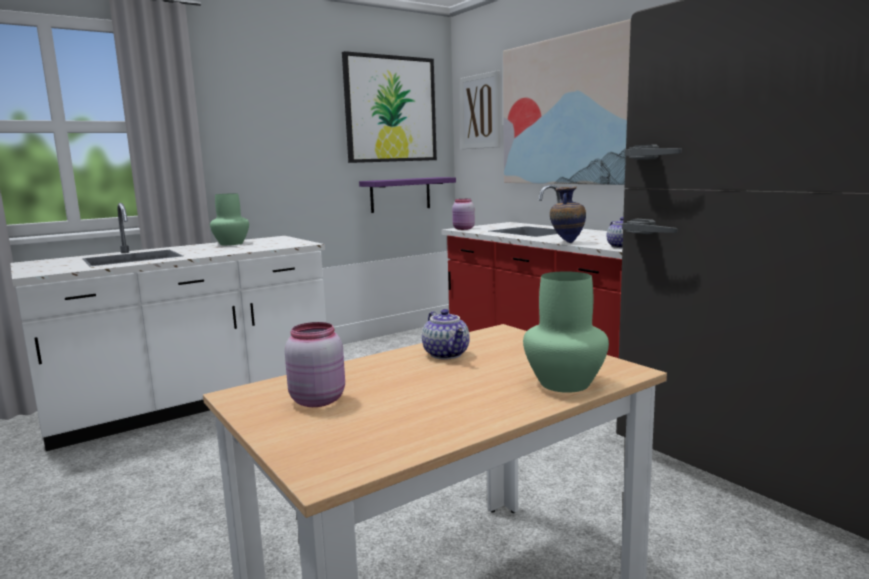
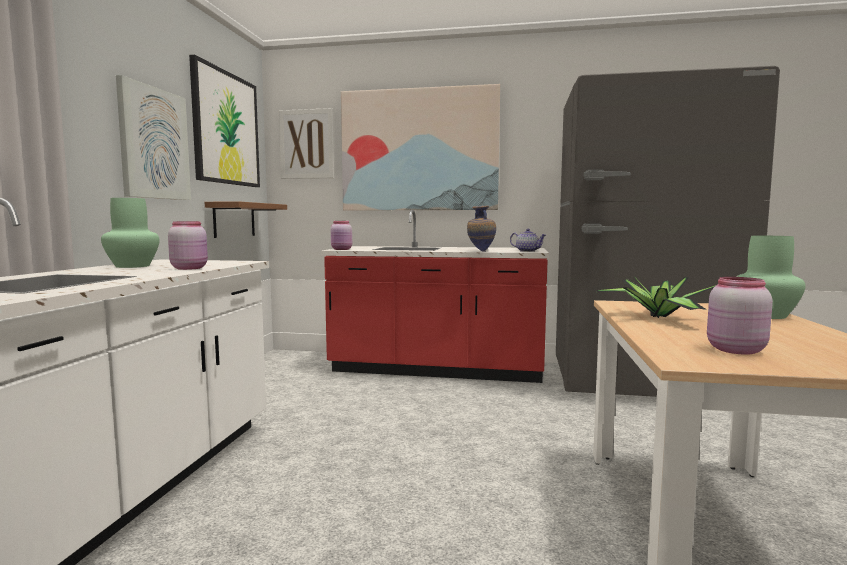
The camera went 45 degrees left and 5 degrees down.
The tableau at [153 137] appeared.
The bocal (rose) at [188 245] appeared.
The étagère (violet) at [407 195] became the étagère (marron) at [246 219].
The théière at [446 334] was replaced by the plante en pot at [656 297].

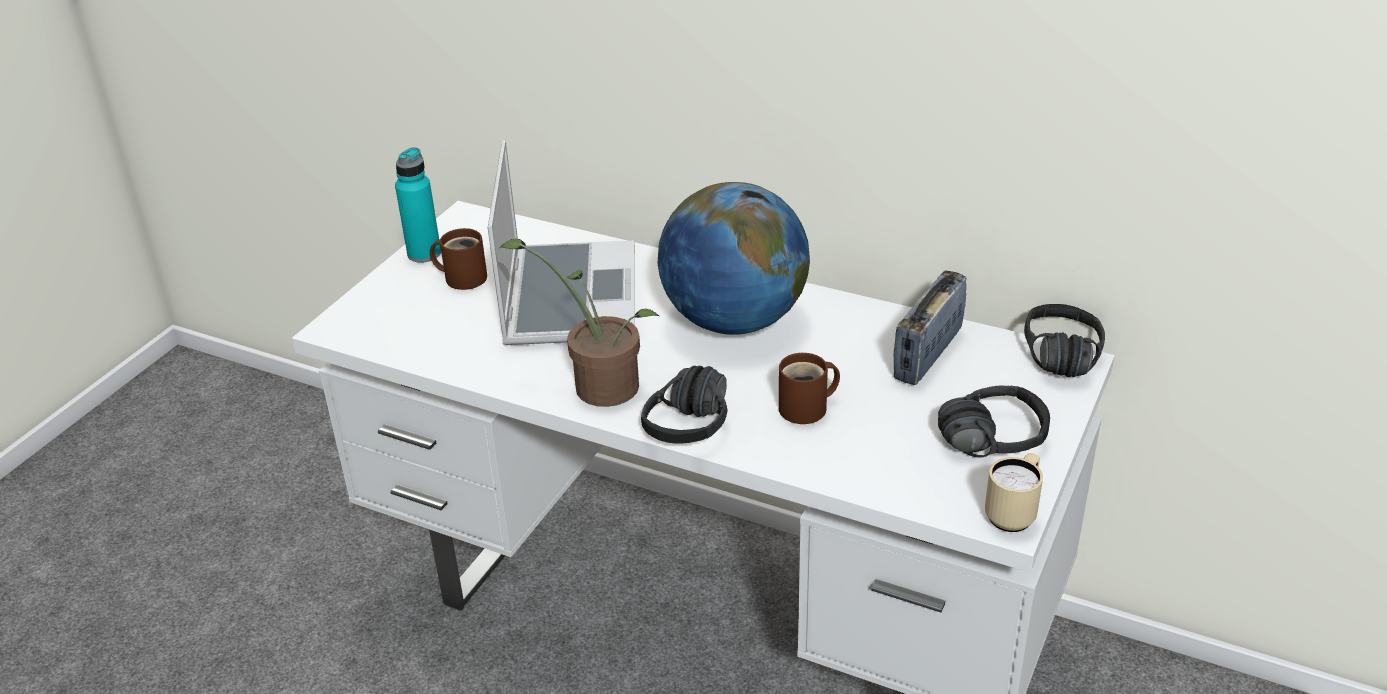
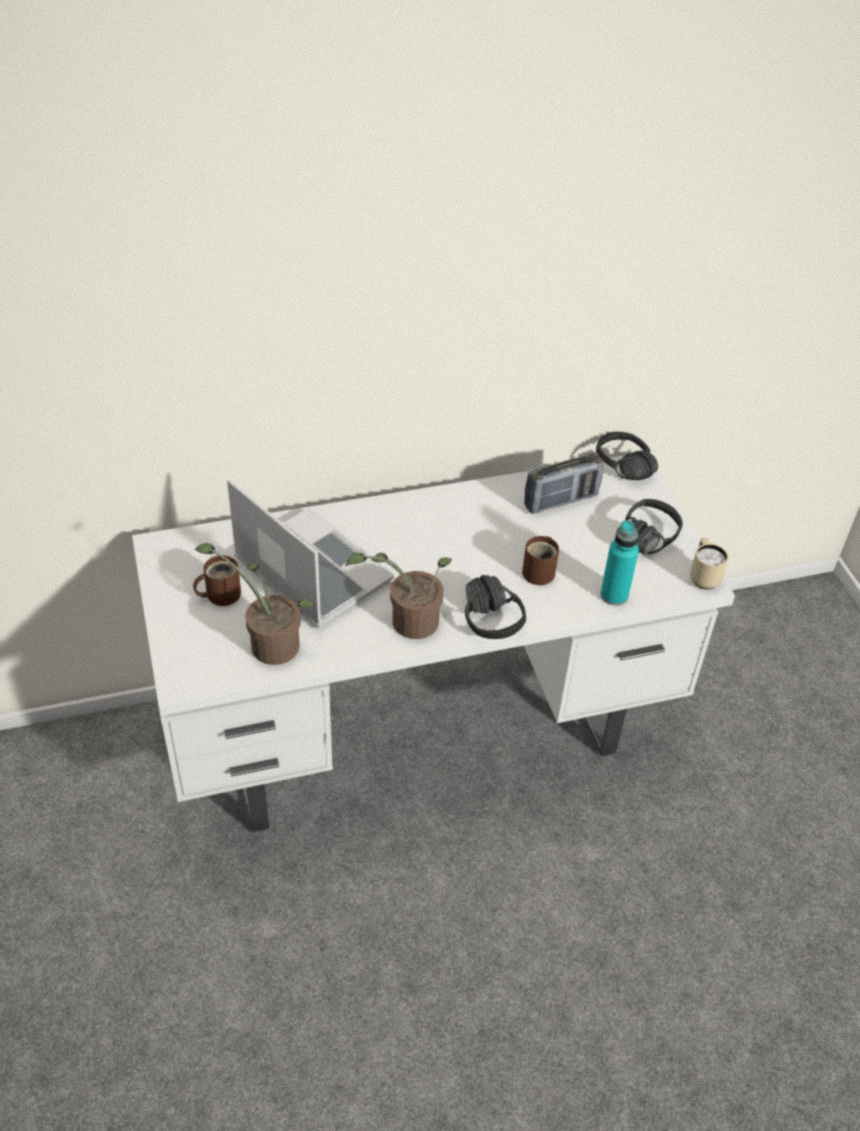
The camera went 45 degrees left and 10 degrees up.
The plante en pot at [255 604] appeared.
The radio at [930 328] turned 105 degrees counterclockwise.
The bouteille (turquoise) moved from [418 205] to [619 563].
The globe at [733 258] disappeared.

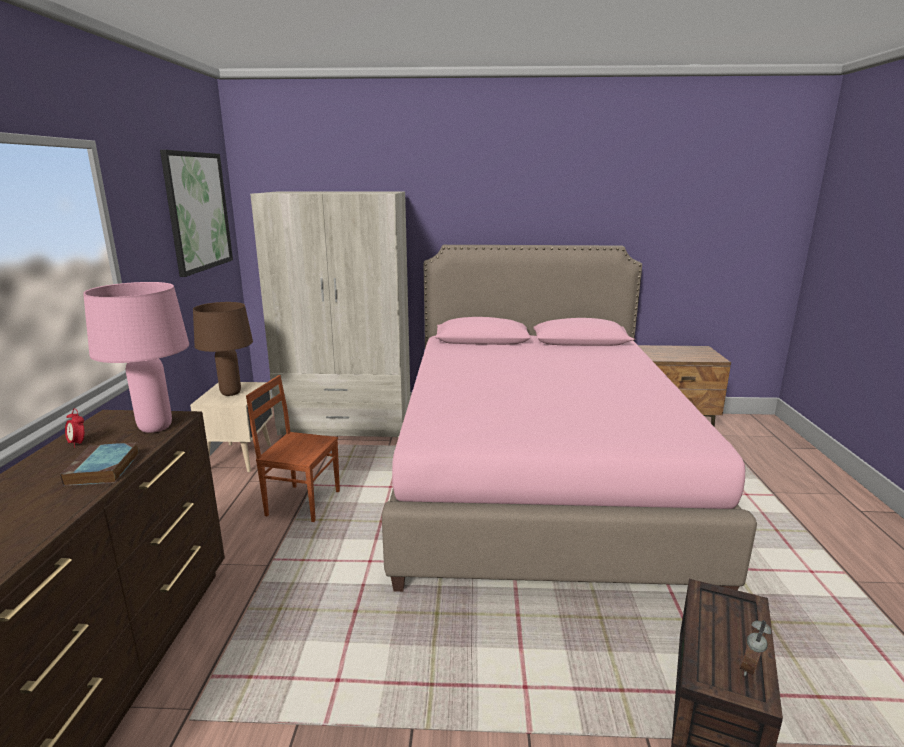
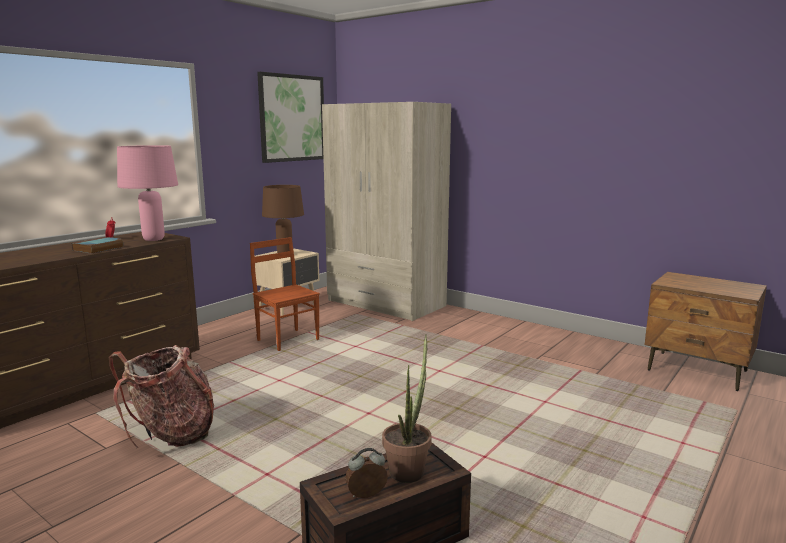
The camera went 35 degrees right and 5 degrees down.
The sac à dos at [161 396] appeared.
The plante en pot at [407 408] appeared.
The lit (rose) at [569 418] disappeared.

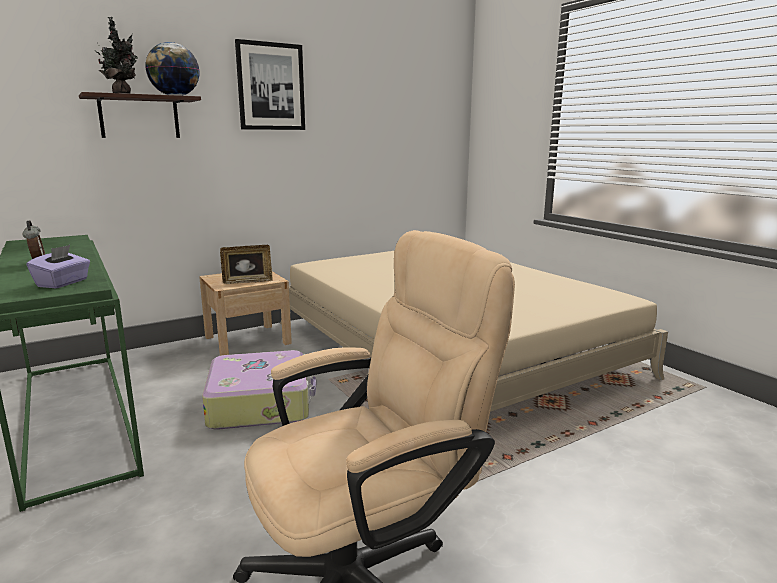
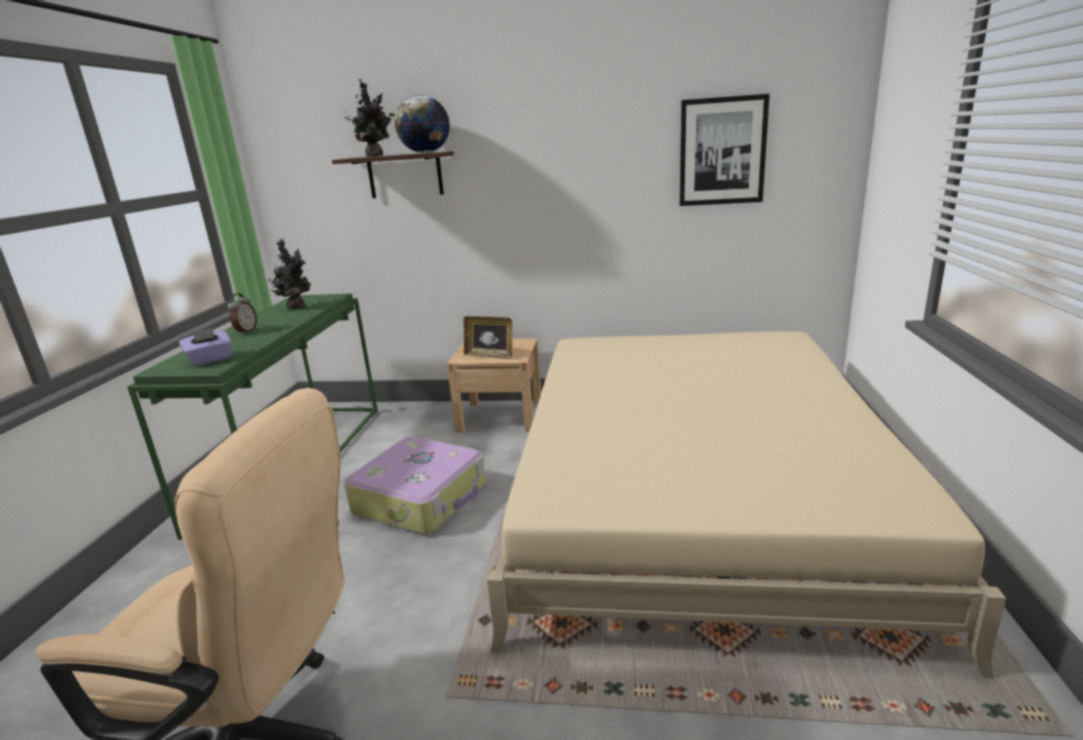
The camera went 40 degrees right and 5 degrees up.
The plante en pot at [289 274] appeared.
The tableau moved from [270 84] to [725 150].

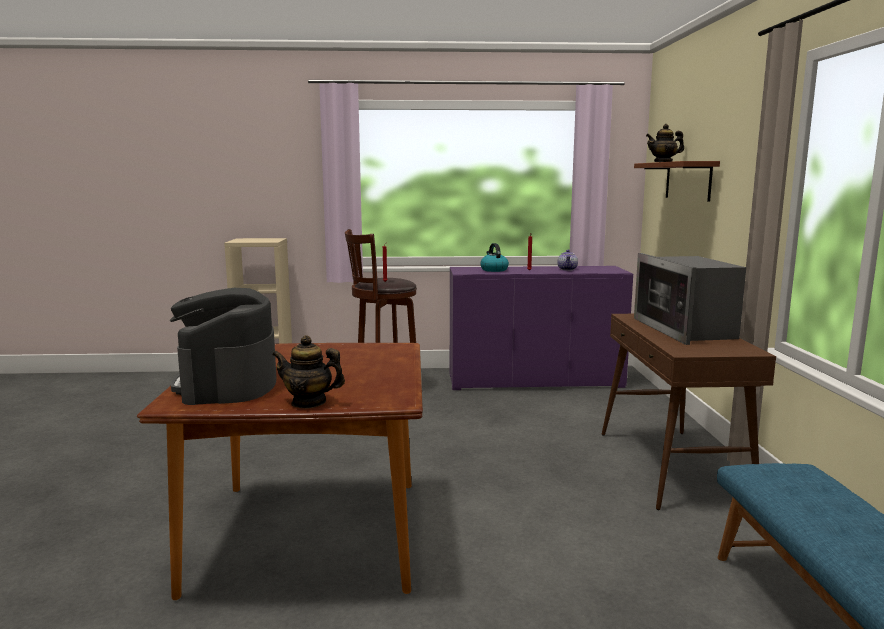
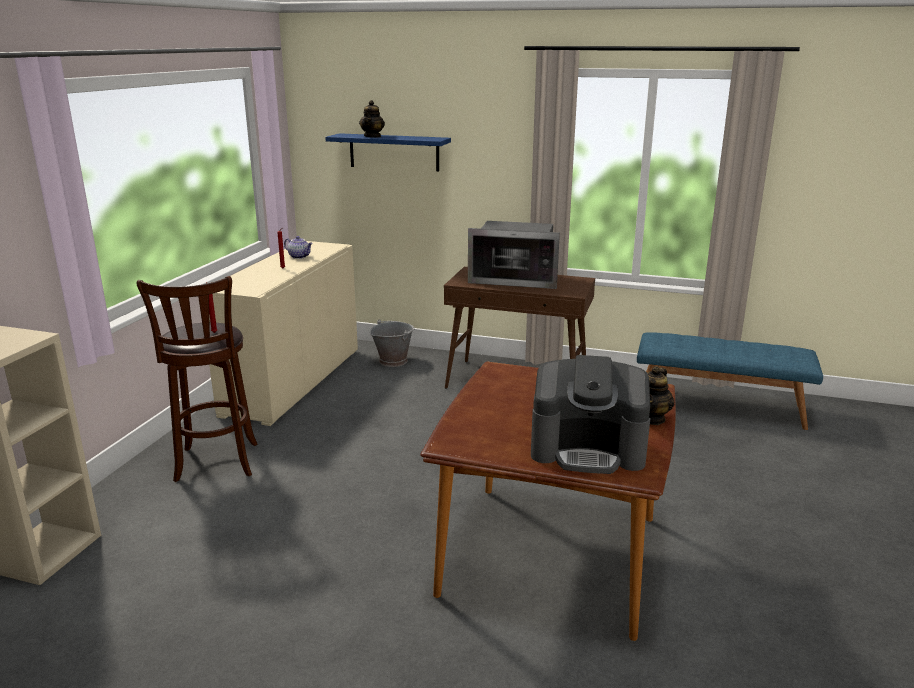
The camera went 70 degrees left and 10 degrees up.
The meuble de rangement (violet) at [541 328] became the meuble de rangement (beige) at [283 333].
The étagère (marron) at [677 181] became the étagère (bleu) at [388 152].
The seau (gris) at [392 343] appeared.
The bouilloire at [494 257] disappeared.

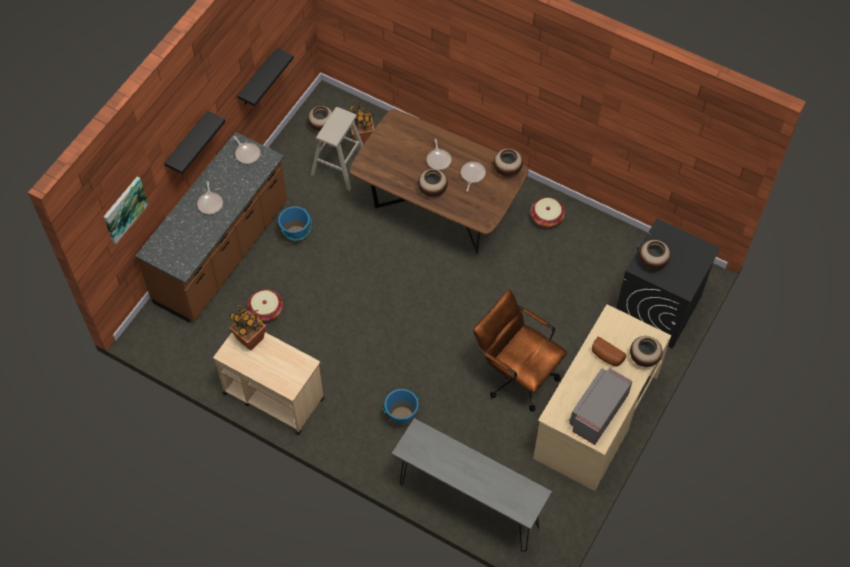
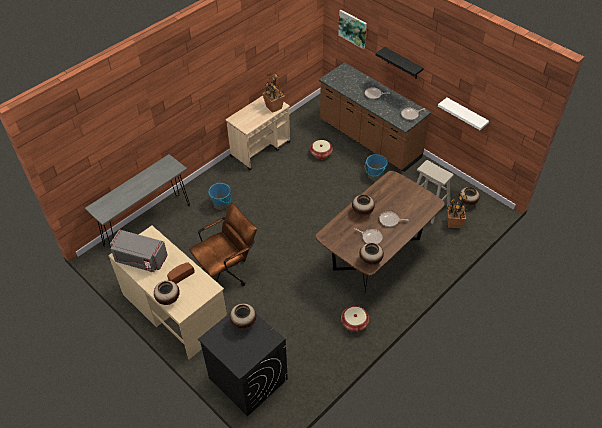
The camera went 105 degrees right and 10 degrees down.
The micro-ondes (gris) at [601 406] turned 150 degrees clockwise.
The étagère (noir) at [265 77] became the étagère (blanc) at [463 114].

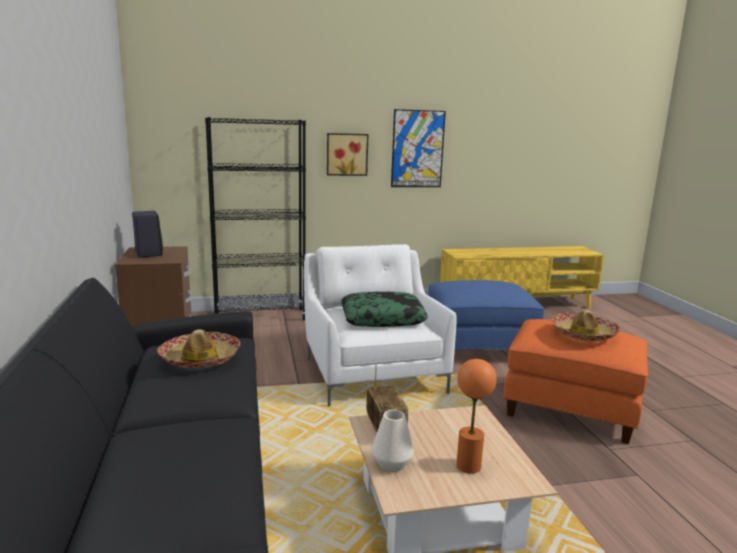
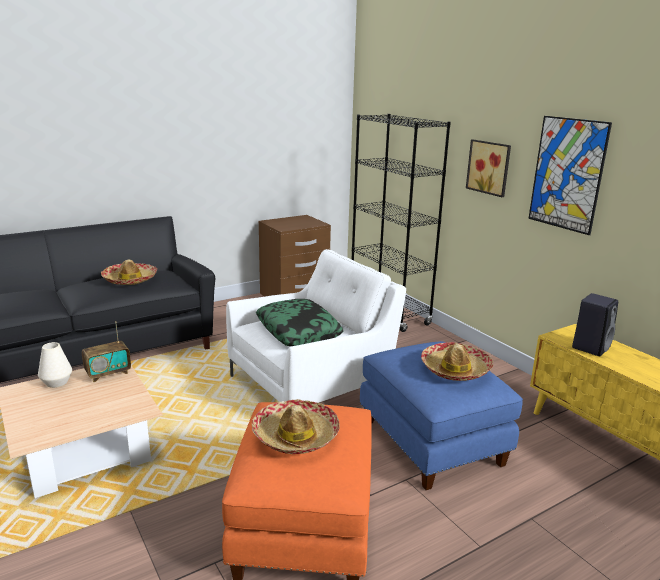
The camera went 70 degrees right and 5 degrees up.
The chapeau at [457 361] appeared.
The enceinte (noir) moved from [147 234] to [595 324].
The lampe de table (orange) at [476 416] disappeared.

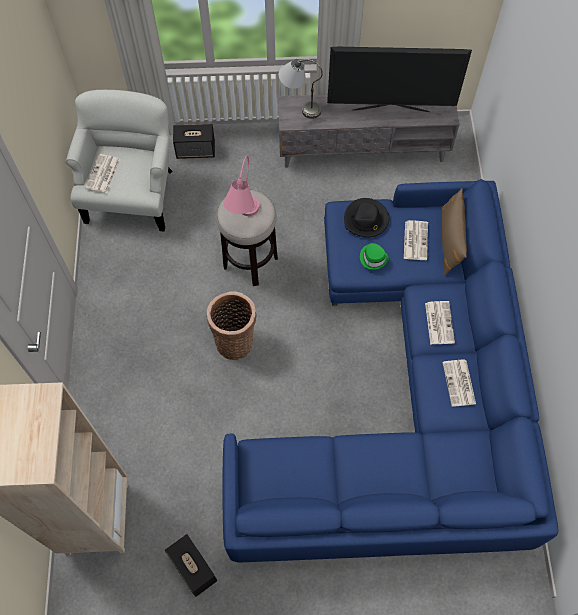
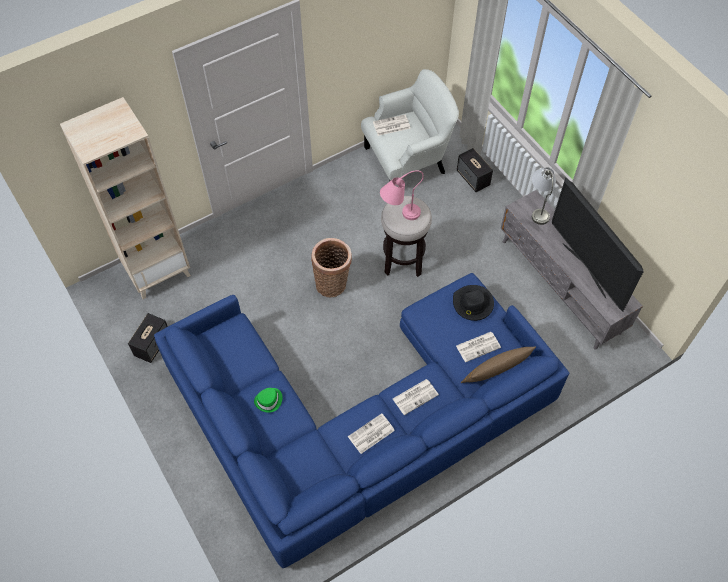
The camera went 60 degrees right and 5 degrees down.
The chapeau (vert) moved from [374 256] to [268 400].

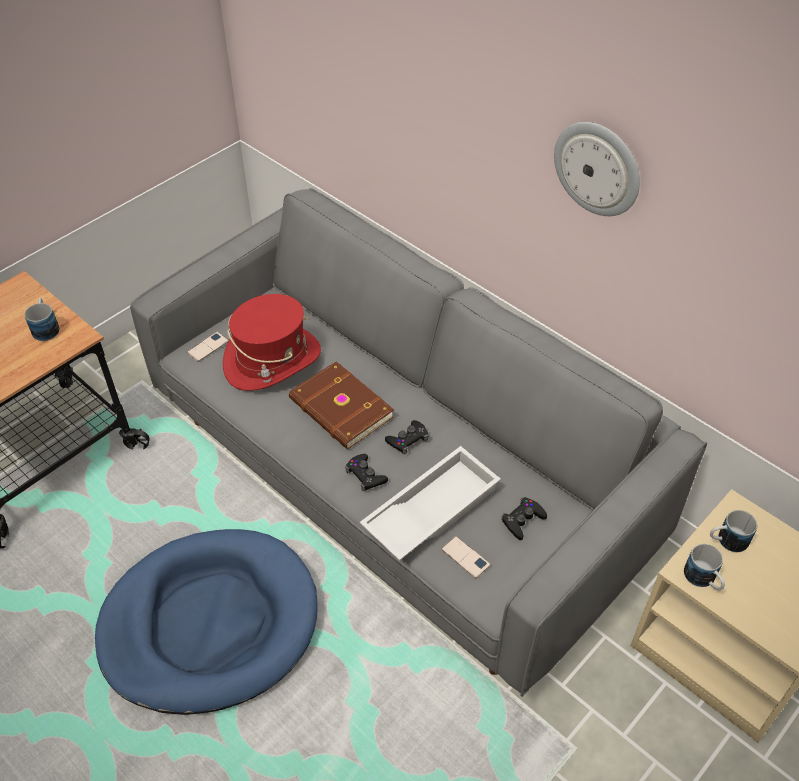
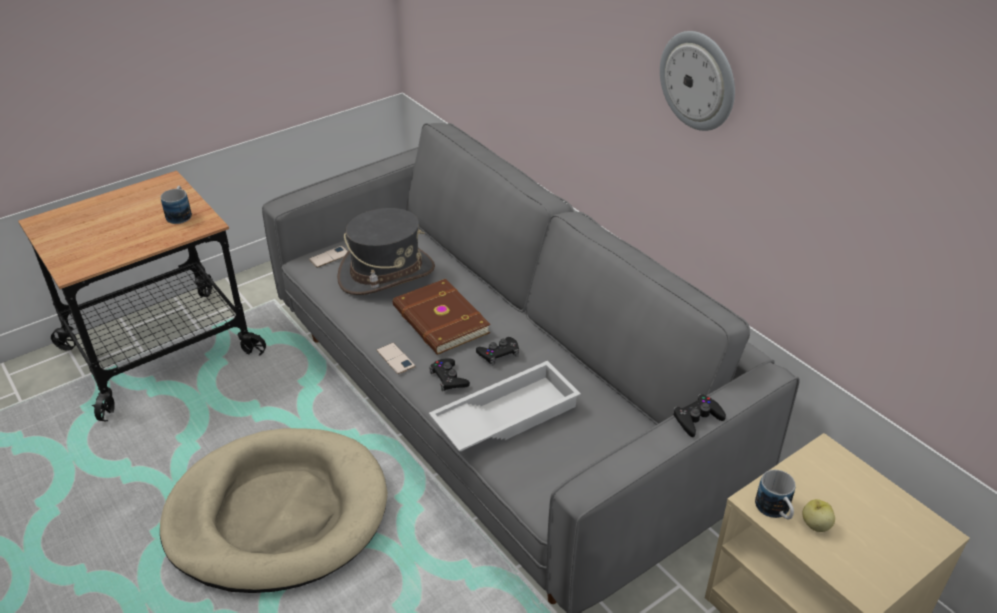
The camera went 10 degrees right and 10 degrees down.
The panier pour chien (bleu) at [206 622] became the panier pour chien (beige) at [274 510].
The chapeau (rouge) at [272 342] became the chapeau (gris) at [386 251].
The téléphone moved from [466 557] to [396 358].
The manette (noir) moved from [524 518] to [699 415].
The pomme at [818 515] appeared.
The mug at [733 531] disappeared.

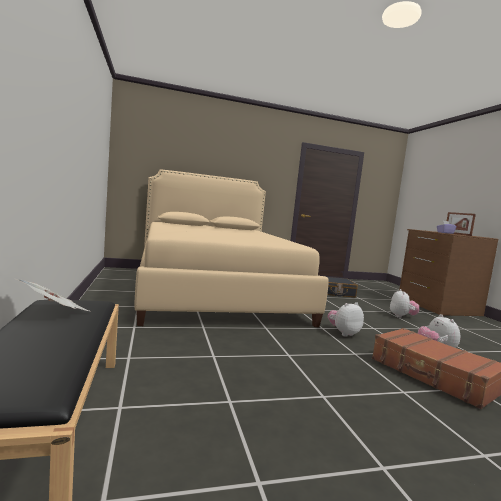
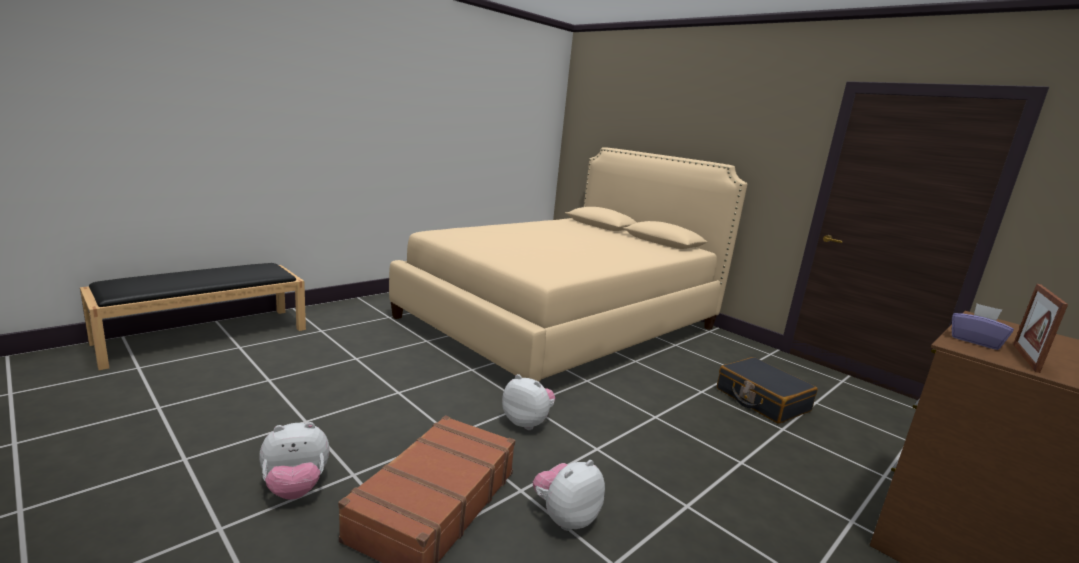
The camera went 60 degrees right and 10 degrees up.
The peluche moved from [404 303] to [294 461].
The journal at [52 295] disappeared.

